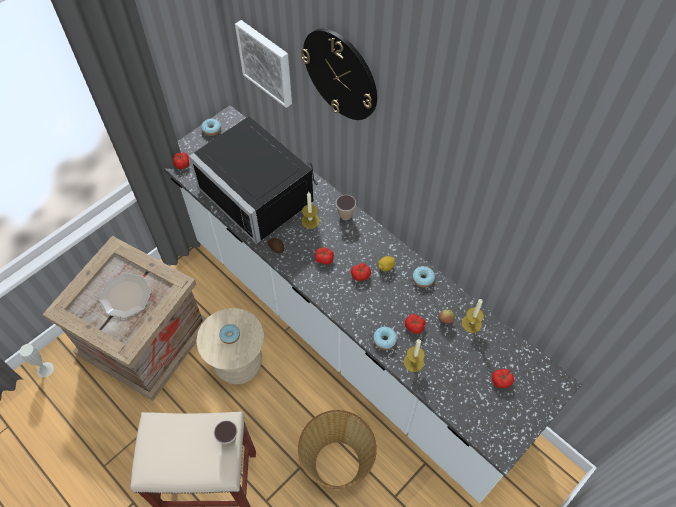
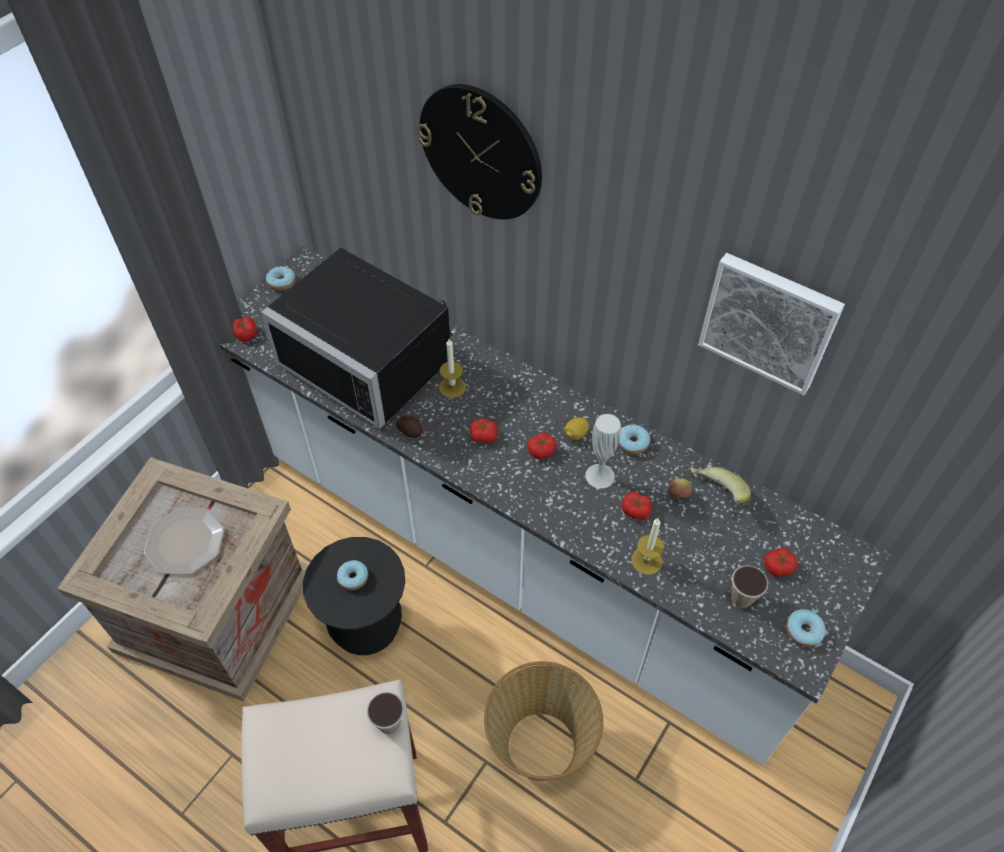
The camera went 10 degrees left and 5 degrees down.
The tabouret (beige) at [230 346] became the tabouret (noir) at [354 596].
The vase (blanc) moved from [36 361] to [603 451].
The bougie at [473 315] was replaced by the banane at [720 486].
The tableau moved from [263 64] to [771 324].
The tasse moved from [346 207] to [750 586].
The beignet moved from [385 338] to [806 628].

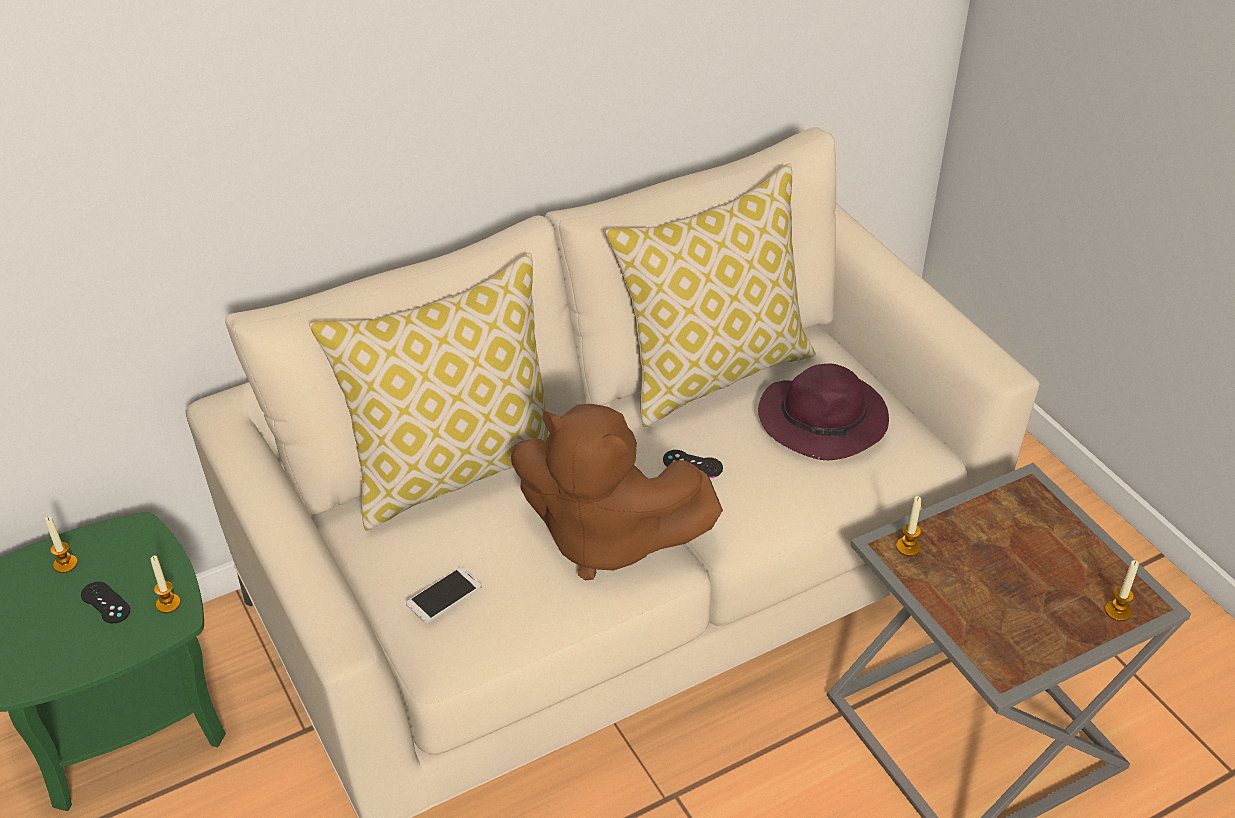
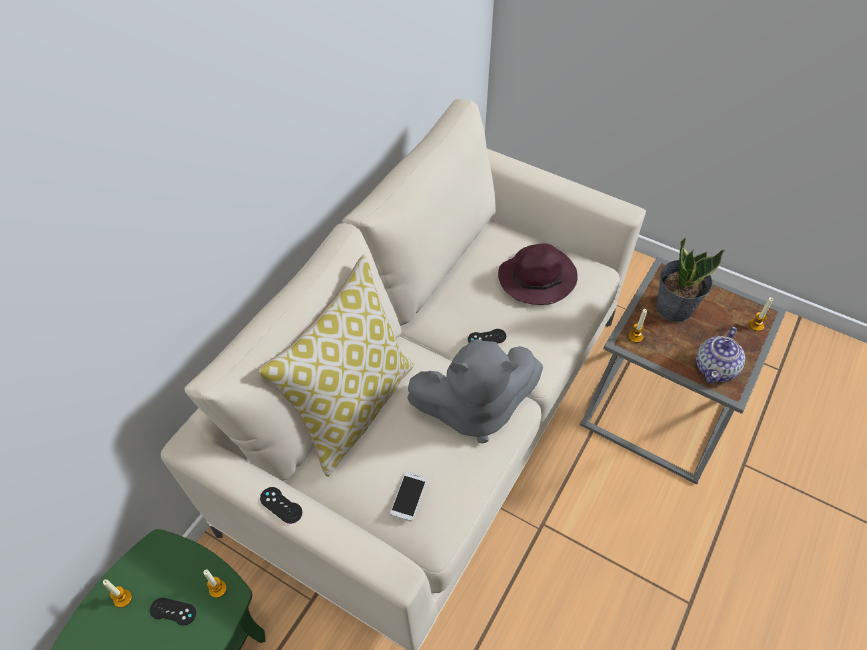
The camera went 30 degrees left and 10 degrees up.
The manette (noir) at [281 505] appeared.
The peluche (marron) at [617 492] became the peluche (gris) at [475 391].
The plante en pot at [690 280] appeared.
The théière at [720 355] appeared.
The coussin at [710 295] disappeared.

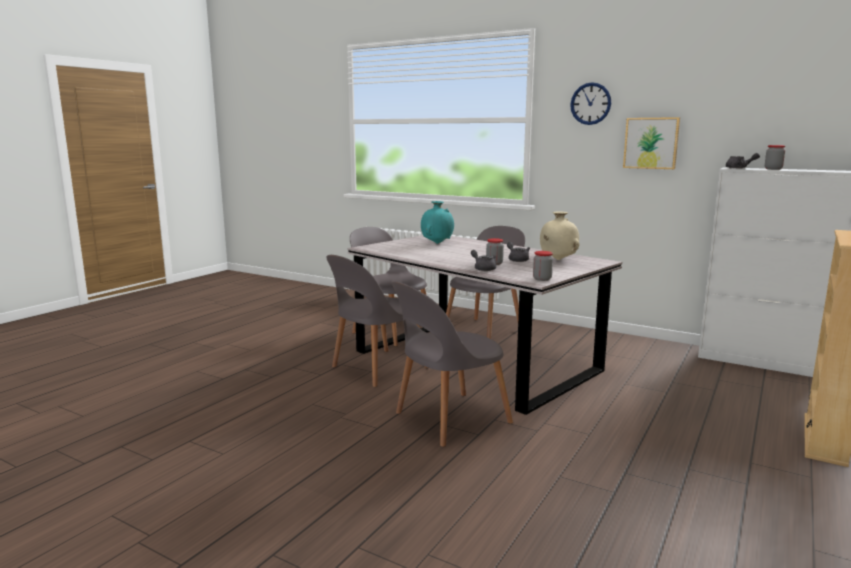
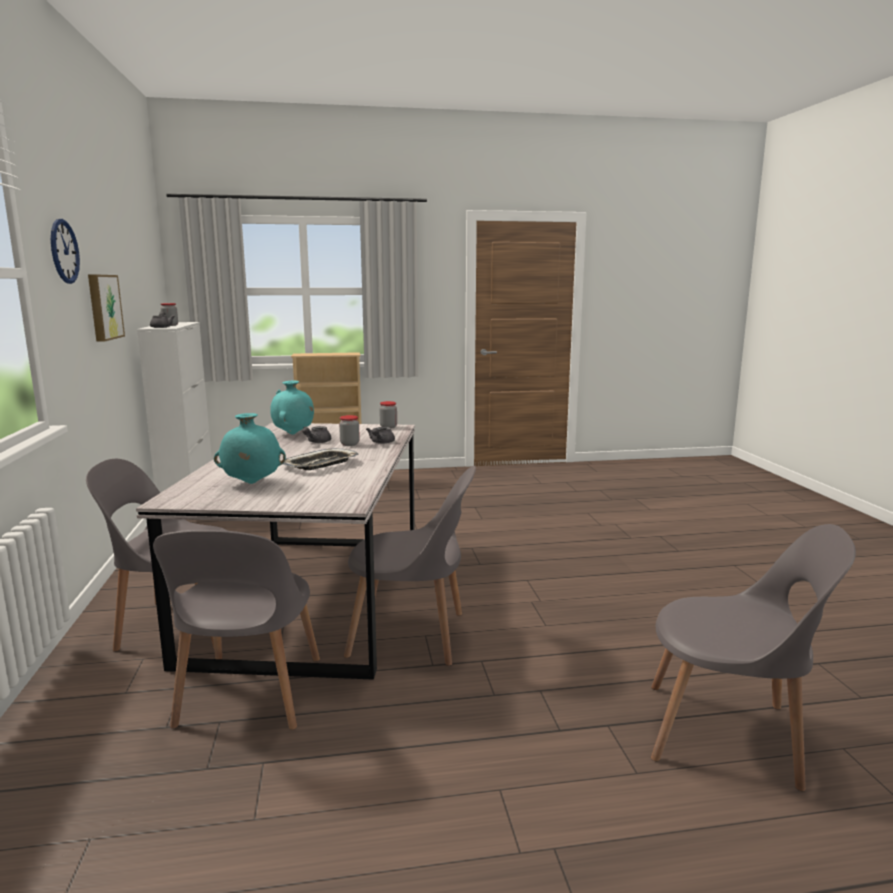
The camera went 130 degrees left and 0 degrees up.
The vase (beige) at [560 236] became the vase (turquoise) at [292 408].
The plateau at [321 459] appeared.
The chaise (gris) moved from [452 364] to [753 657].

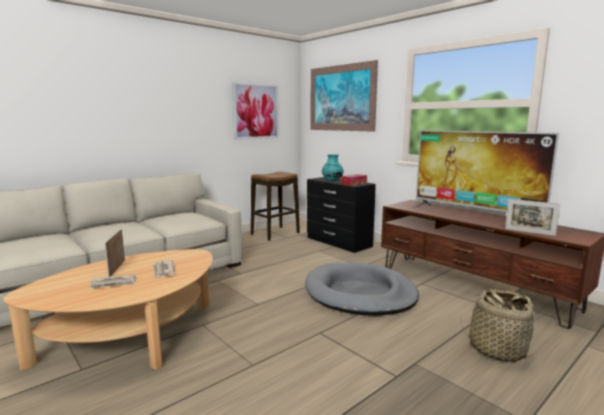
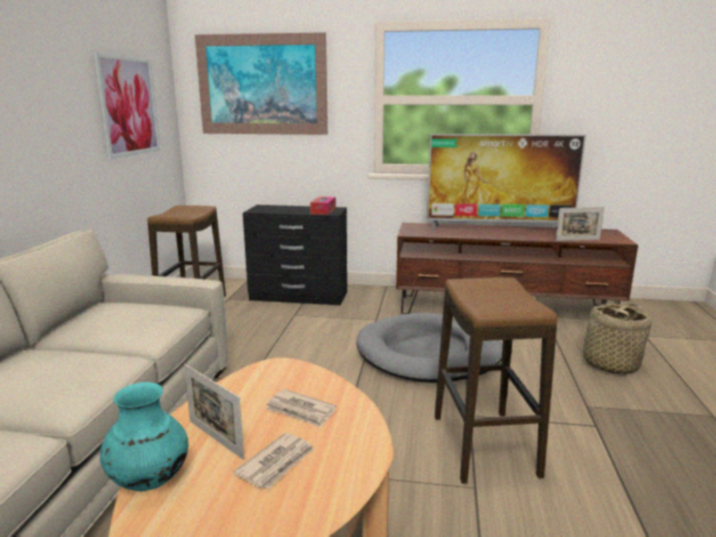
The camera went 40 degrees left and 5 degrees up.
The vase (turquoise) moved from [333 167] to [144 436].
The tabouret at [496 380] appeared.

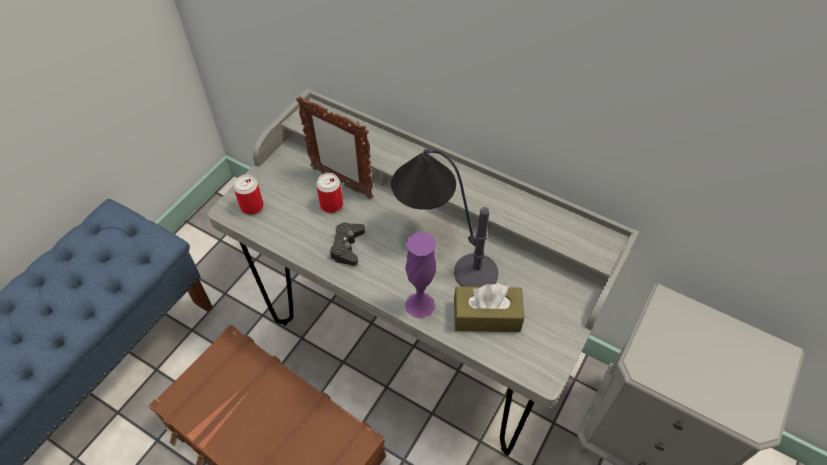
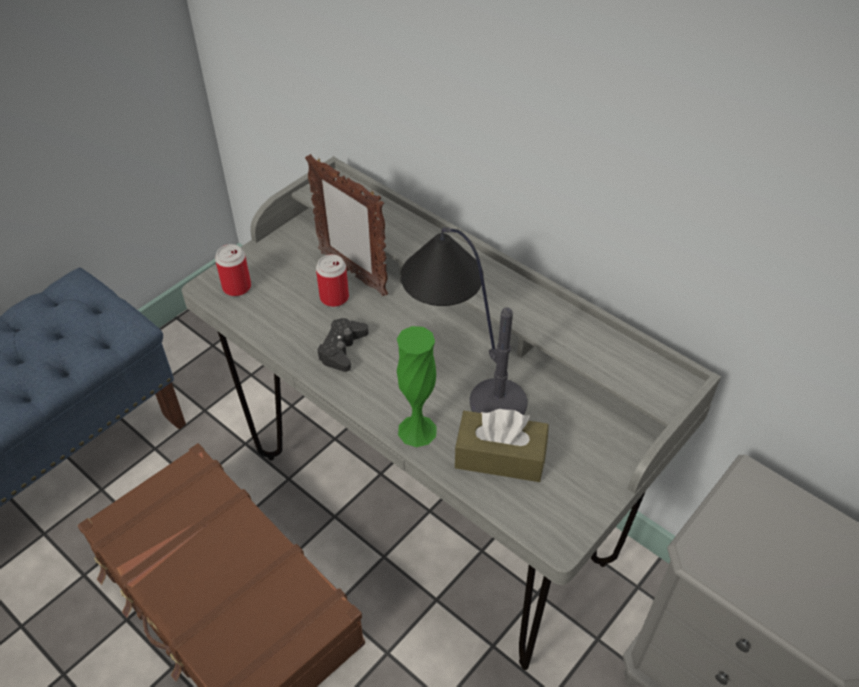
The camera went 10 degrees right and 5 degrees down.
The vase (violet) at [420 275] became the vase (vert) at [417 386].

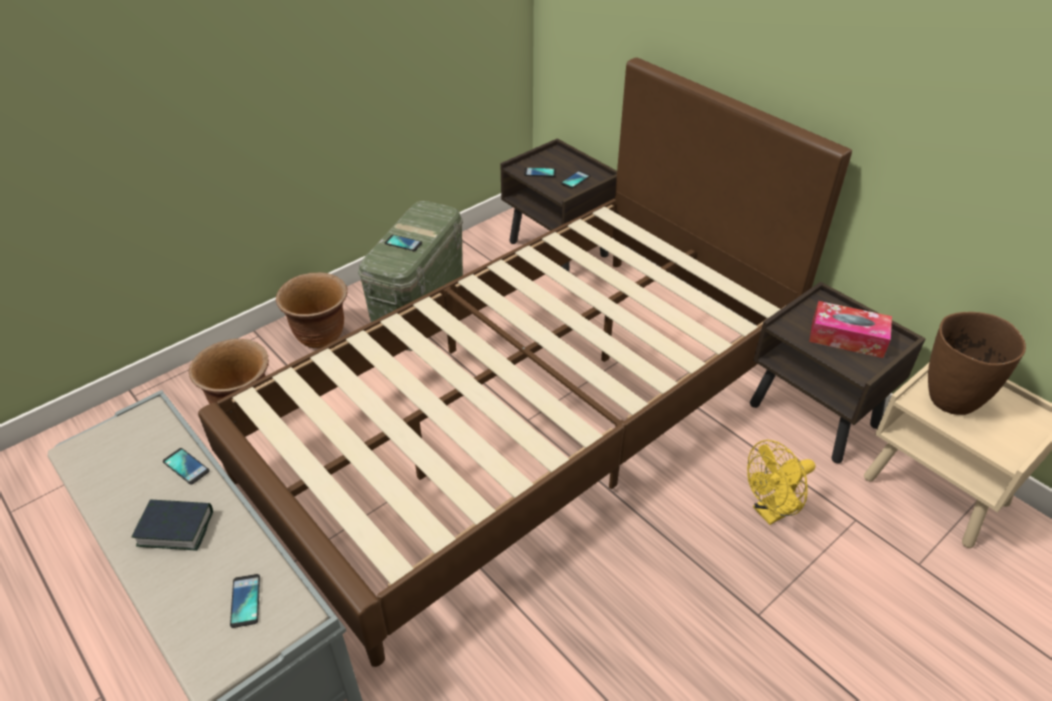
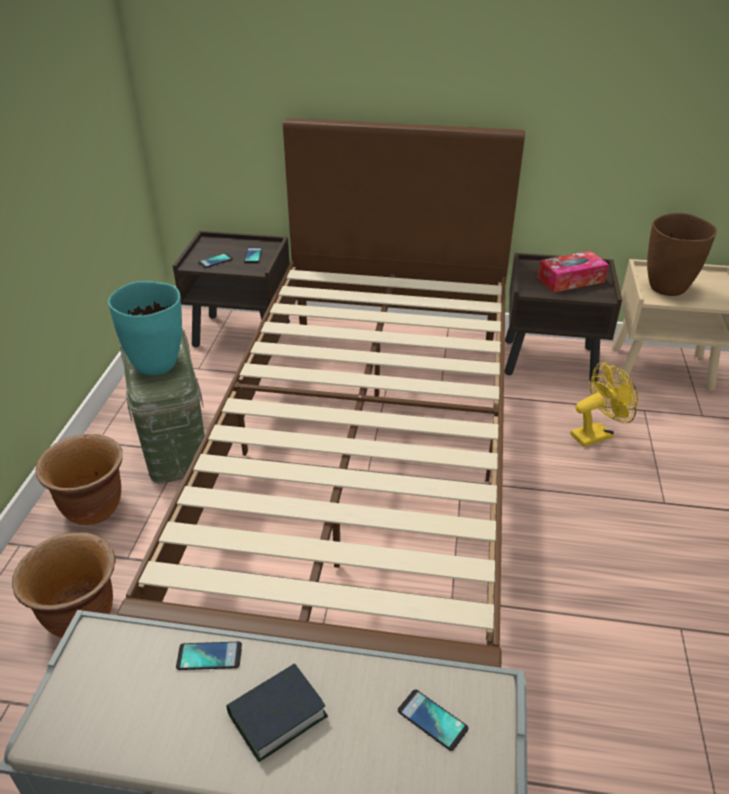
The camera went 40 degrees left and 5 degrees down.
The téléphone at [403 243] was replaced by the vase (turquoise) at [145 328].
The ventilateur (jaune) at [781 482] turned 135 degrees counterclockwise.

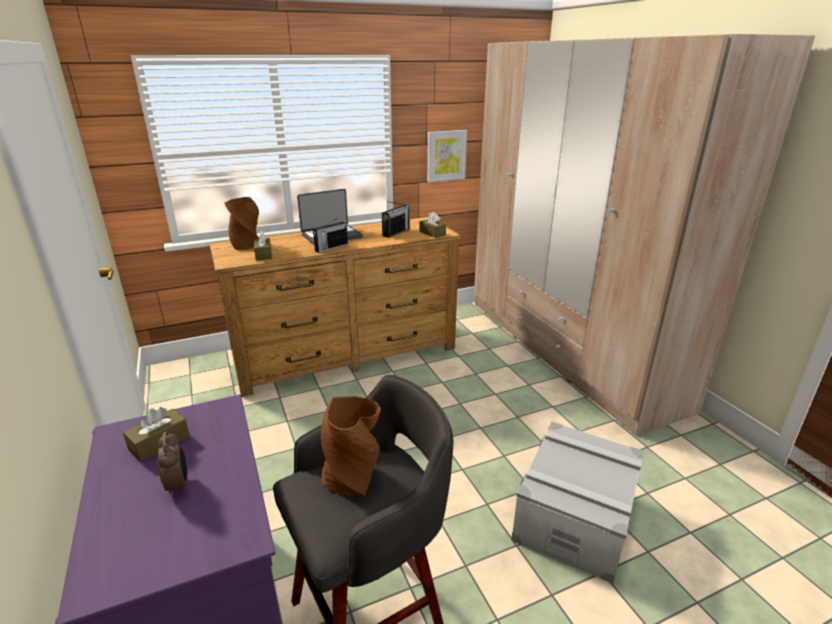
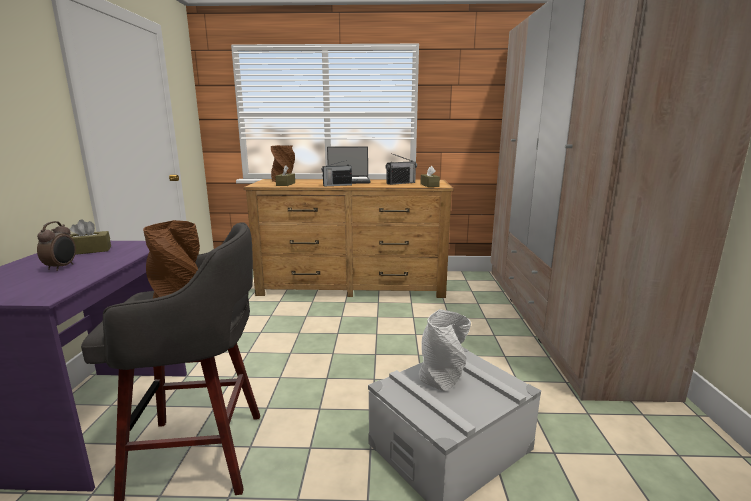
The camera went 25 degrees right and 10 degrees down.
The vase (gris) at [445 350] appeared.
The tableau at [447 156] disappeared.

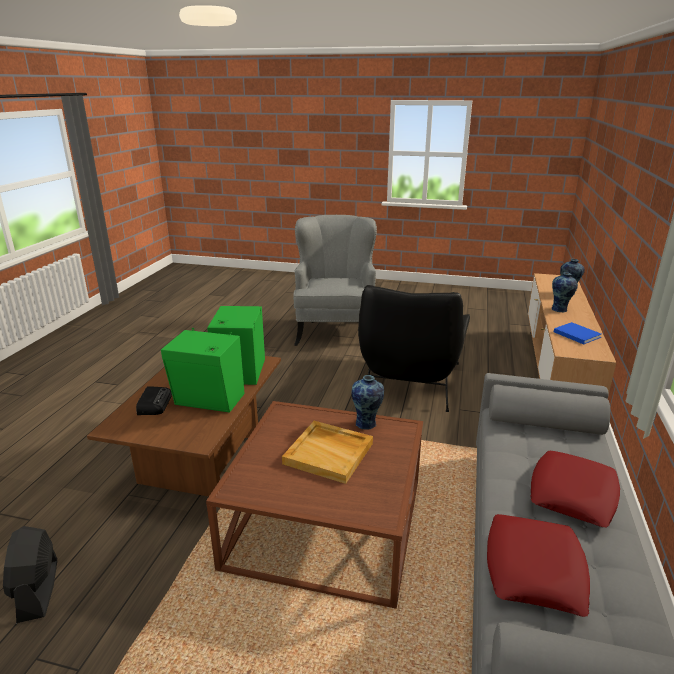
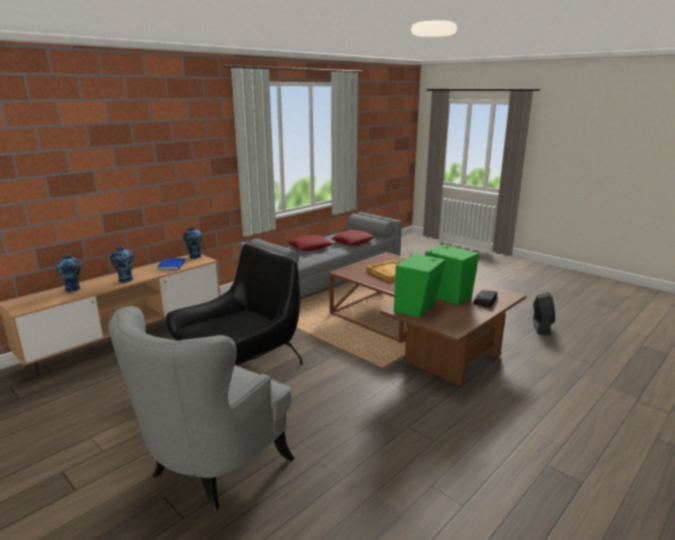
The camera went 150 degrees left and 5 degrees down.
The vase moved from [368 402] to [192 243].

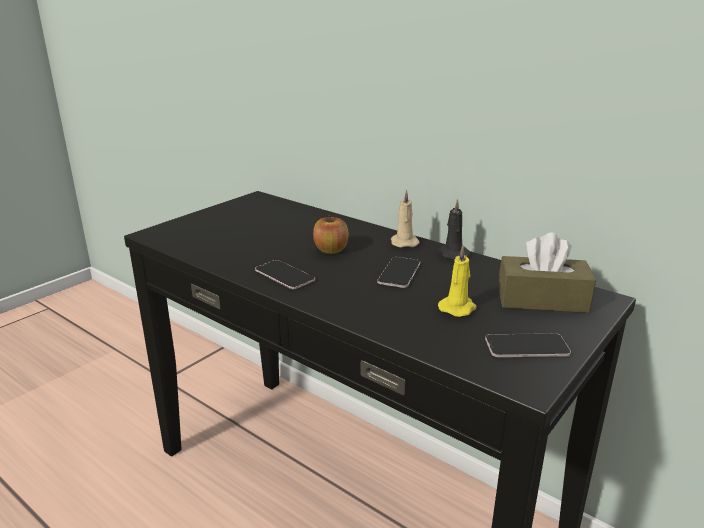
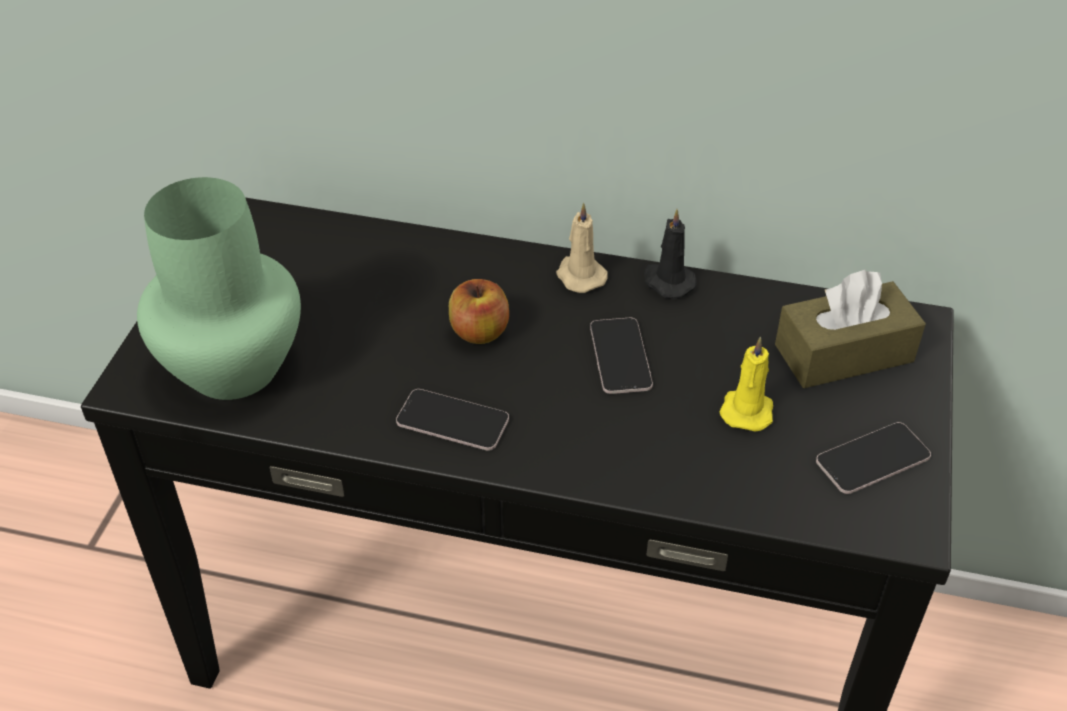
The camera went 25 degrees left and 20 degrees up.
The vase (vert) at [219 288] appeared.

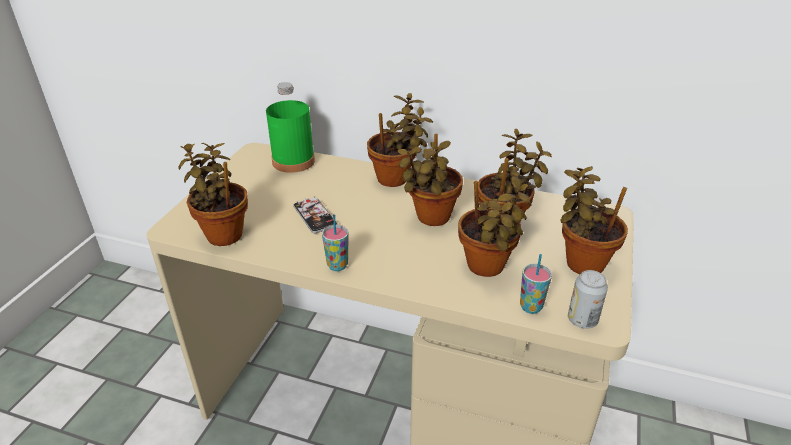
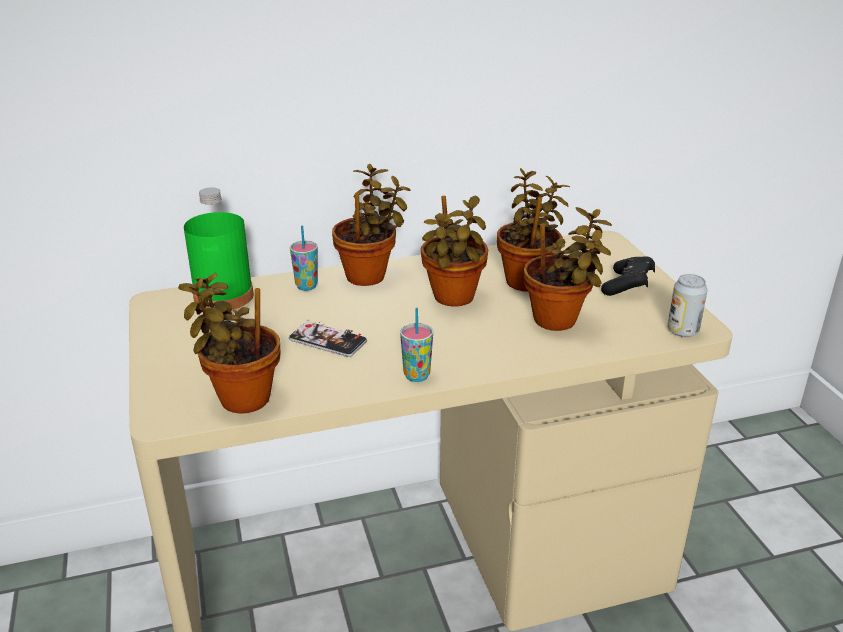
The camera went 35 degrees left and 5 degrees down.
The tasse moved from [536 284] to [304 258].
The plante en pot at [594 220] was replaced by the manette (noir) at [628 276].

